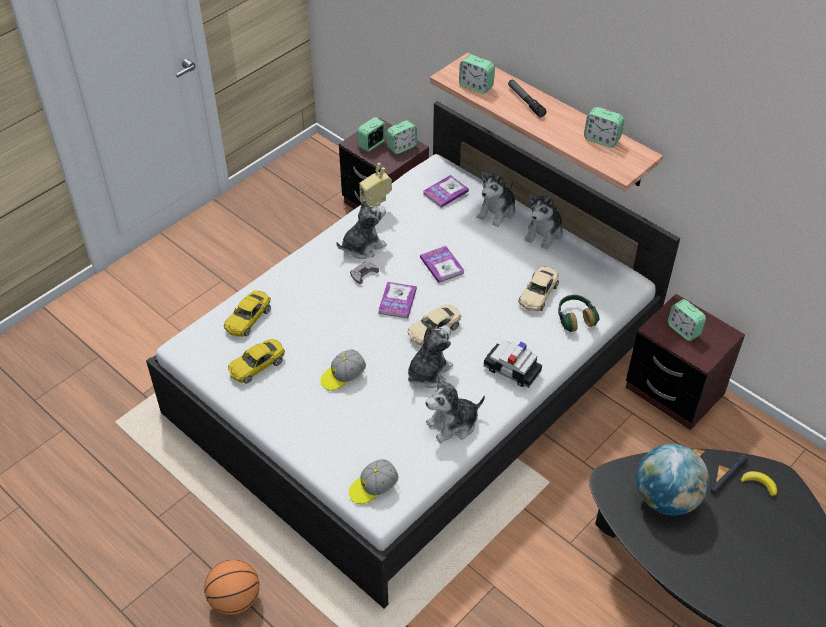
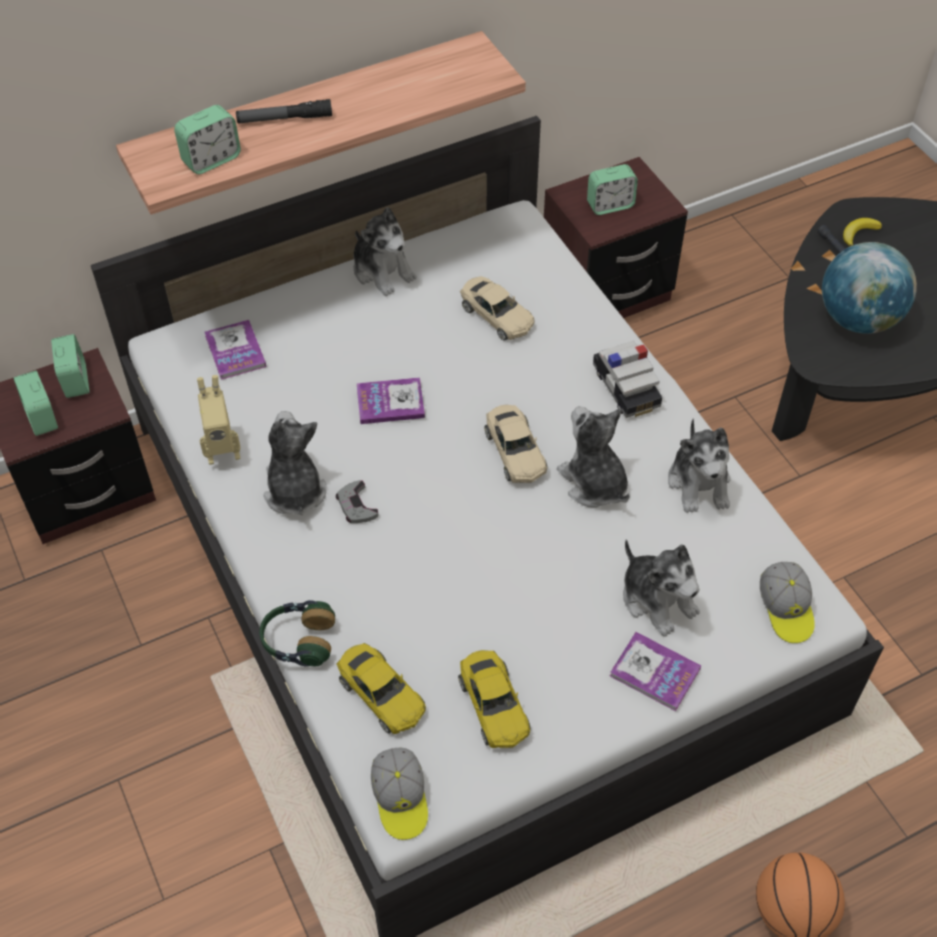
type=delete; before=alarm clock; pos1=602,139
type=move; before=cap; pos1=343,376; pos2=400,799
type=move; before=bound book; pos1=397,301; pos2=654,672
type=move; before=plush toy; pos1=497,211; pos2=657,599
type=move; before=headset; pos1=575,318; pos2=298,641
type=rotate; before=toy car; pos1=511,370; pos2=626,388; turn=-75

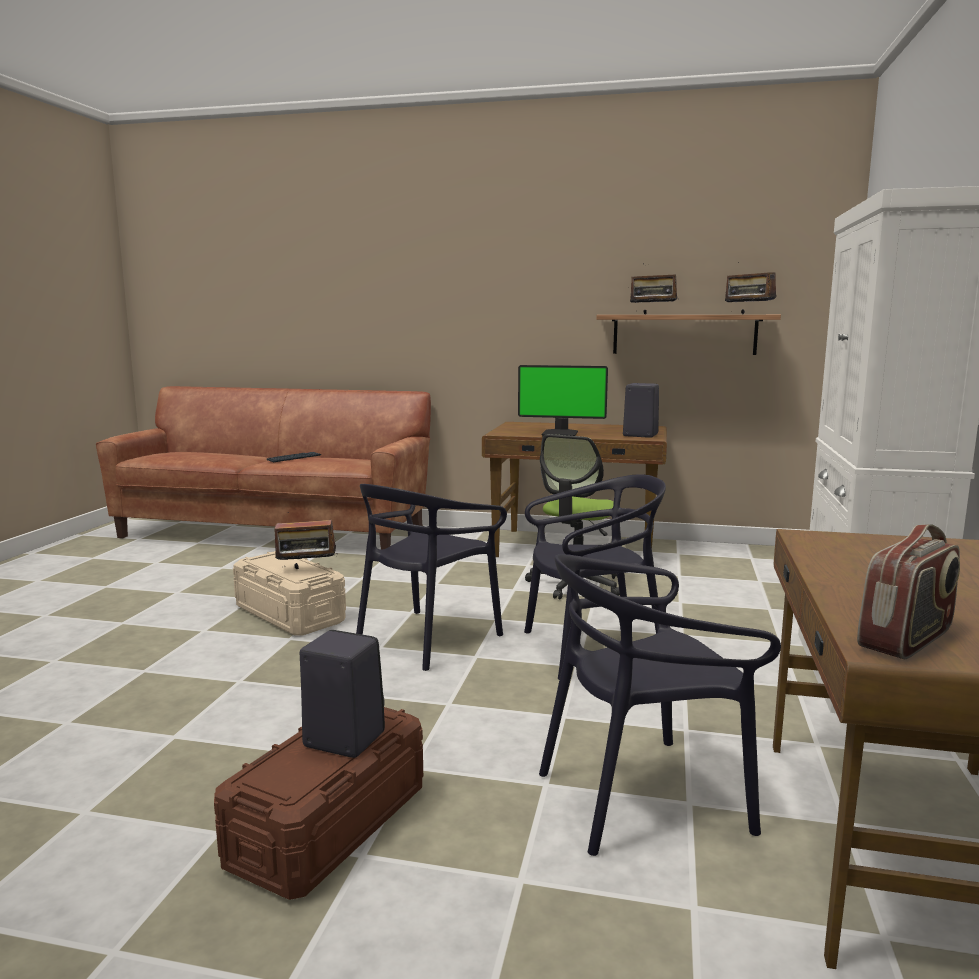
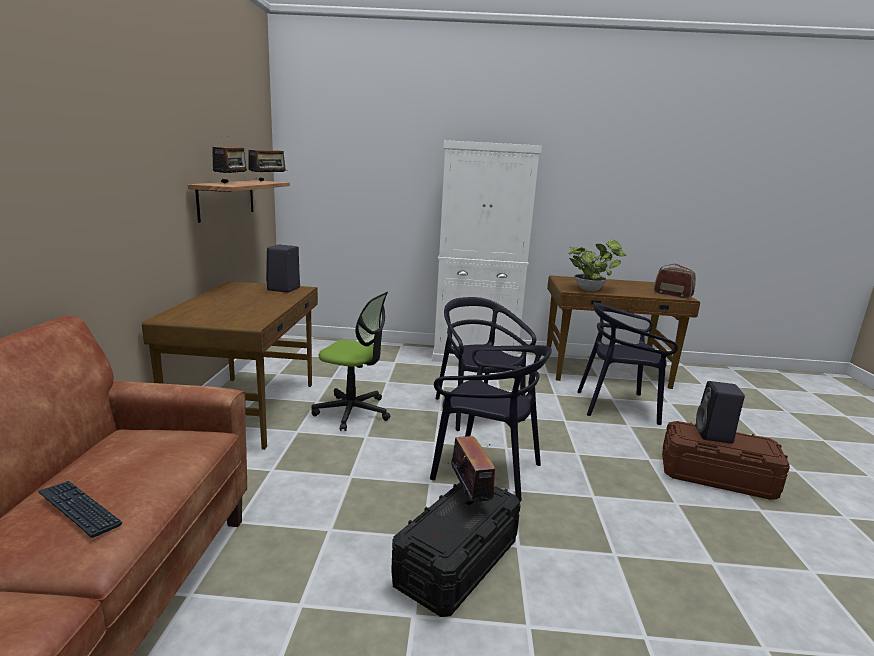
type=delete; before=monitor; pos1=560,434
type=insert; after=houseplant; pos2=591,289
type=recolor; before=beige-coloured storage container; after=black storage container; pos1=290,614; pos2=456,562
type=rotate; before=black plain chair; pos1=642,797; pos2=617,406; turn=120

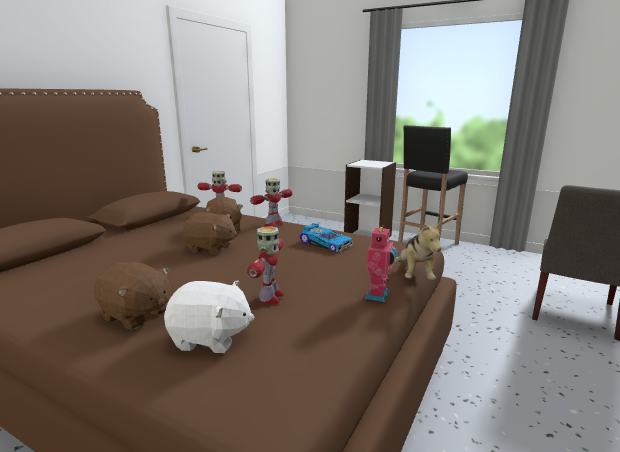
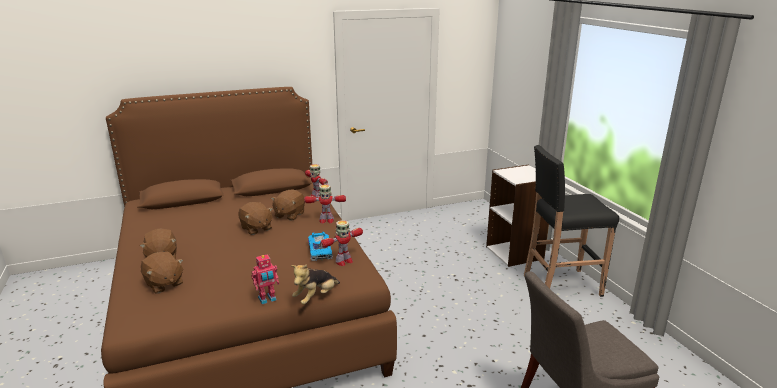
type=move; before=toy robot; pos1=270,297; pos2=343,261
type=recolor; before=white-coloured plush toy; after=brownish plush toy; pos1=210,338; pos2=164,284

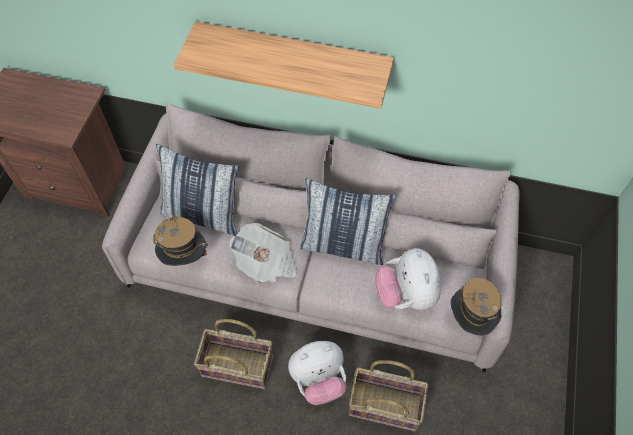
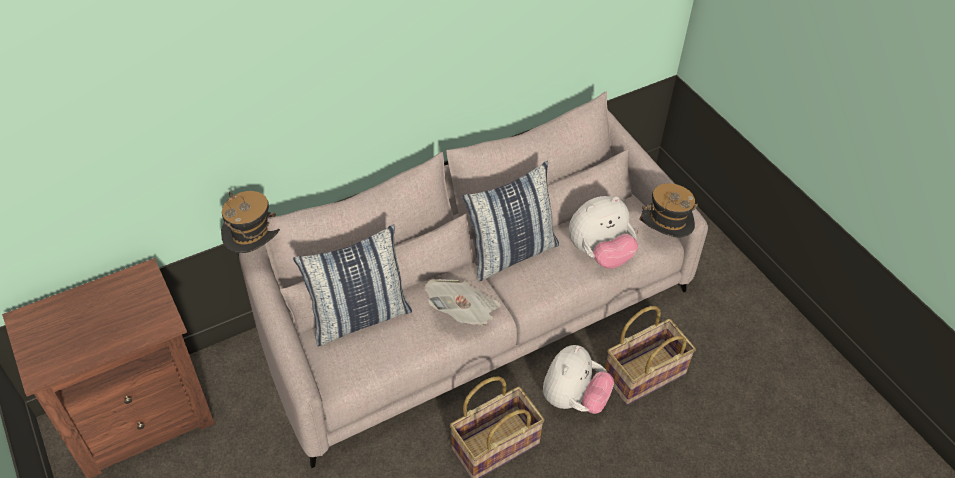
type=delete; before=wall shelf; pos1=293,58
type=move; before=clothing hat; pos1=185,258; pos2=255,250
type=rotate; before=plush toy; pos1=406,294; pos2=599,253; turn=-60

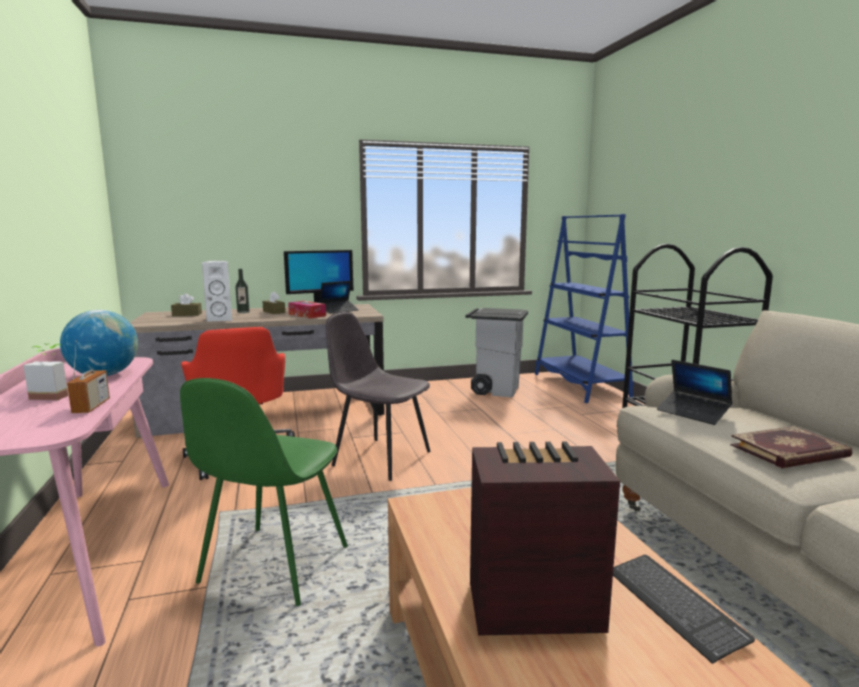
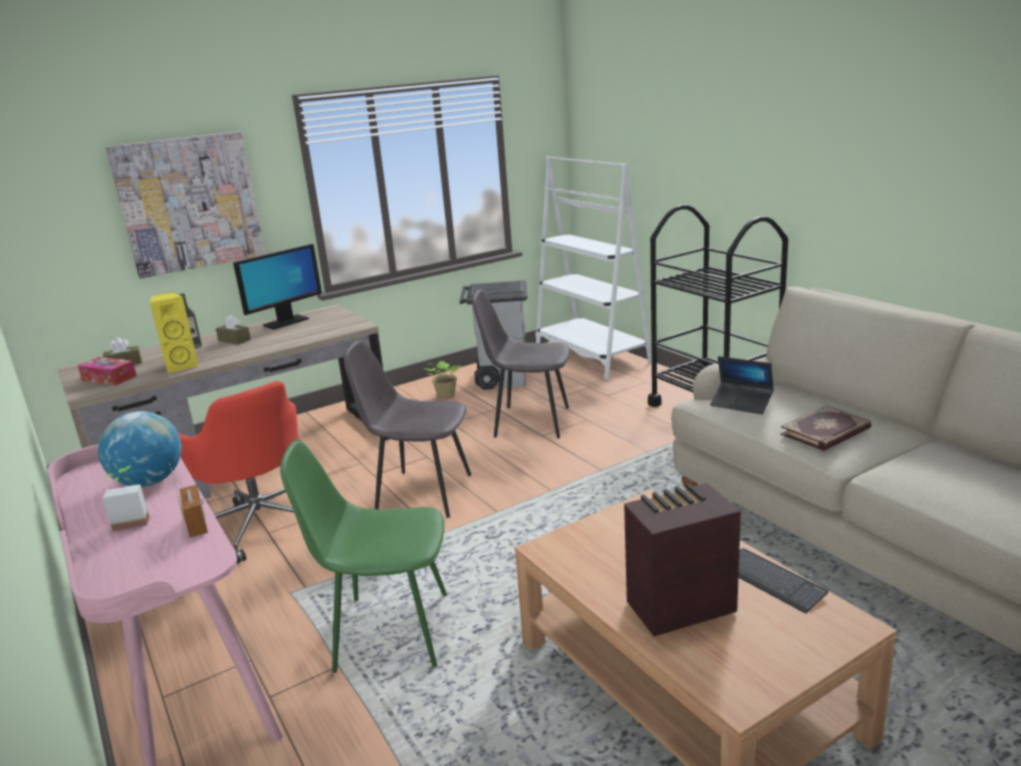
type=delete; before=notebook computer; pos1=339,310
type=insert; after=picture; pos2=189,203
type=insert; after=houseplant; pos2=445,396
type=insert; after=grey plain chair; pos2=529,422
type=move; before=tissue box; pos1=307,315; pos2=109,378
type=recolor; before=white-coloured loudspeaker; after=yellow loudspeaker; pos1=221,319; pos2=181,366
type=recolor; before=blue-coloured shelving unit; after=white-coloured shelving unit; pos1=580,385; pos2=591,355
type=rotate; before=green-coloured plain chair; pos1=273,566; pos2=388,631; turn=90

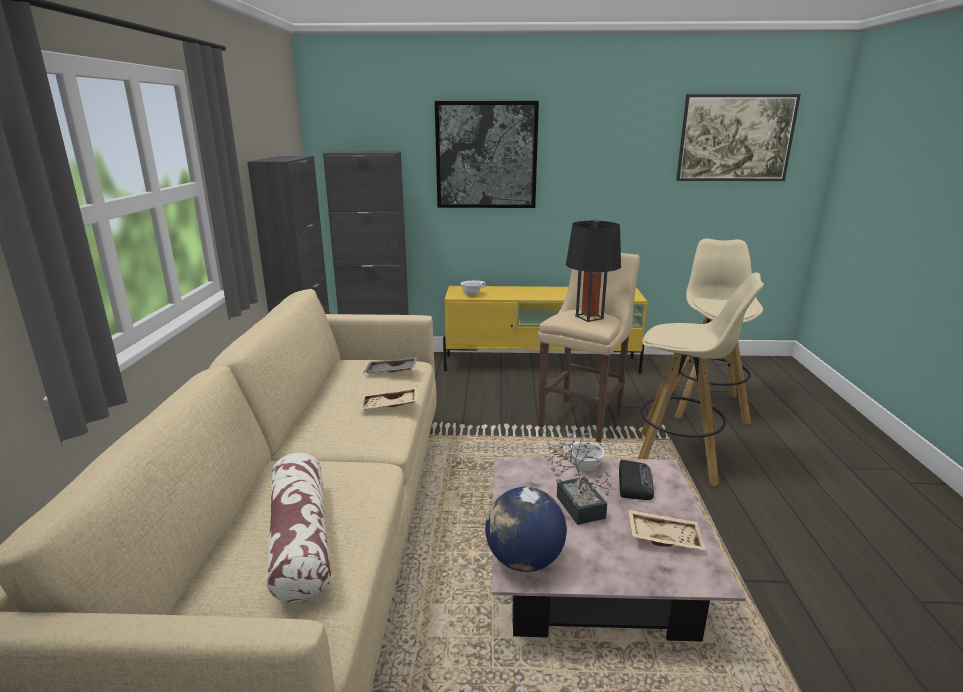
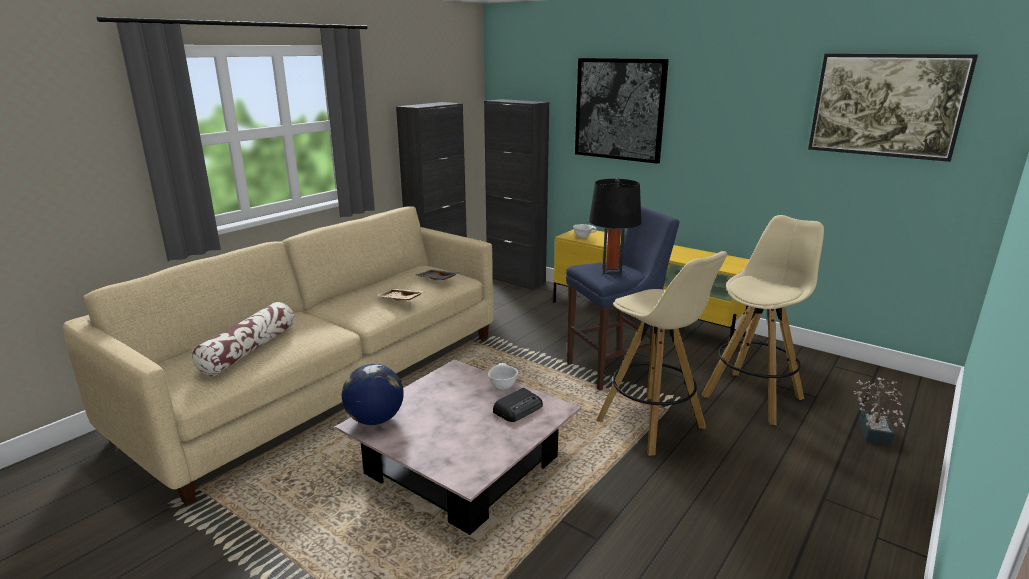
type=delete; before=beige-coloured serving tray; pos1=664,537
type=move; before=houseplant; pos1=578,503; pos2=874,430
type=recolor; before=beige-coloured stool; after=blue-coloured stool; pos1=583,418; pos2=614,369

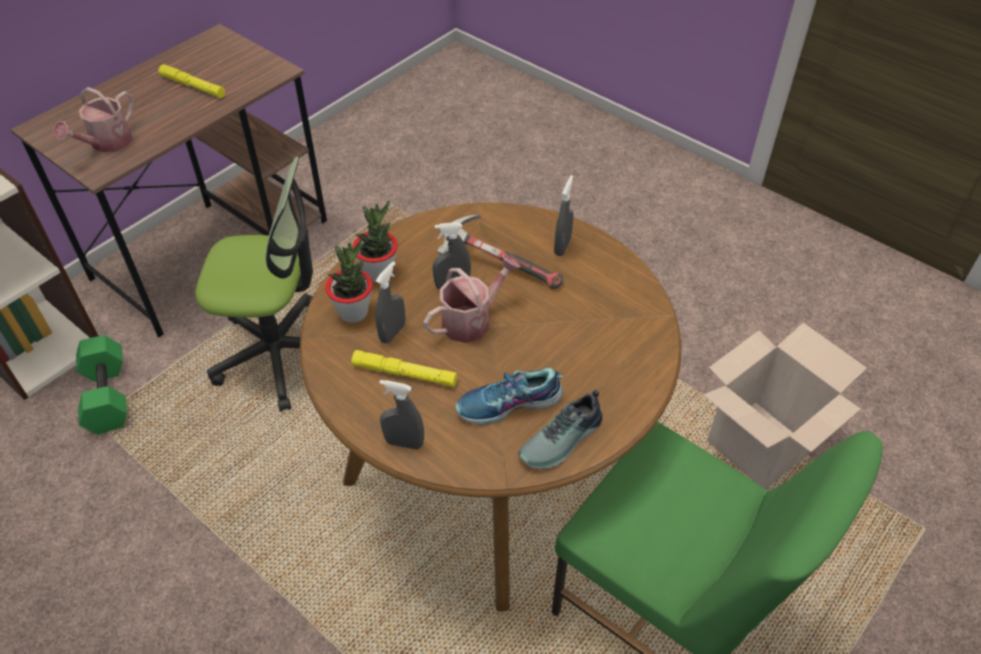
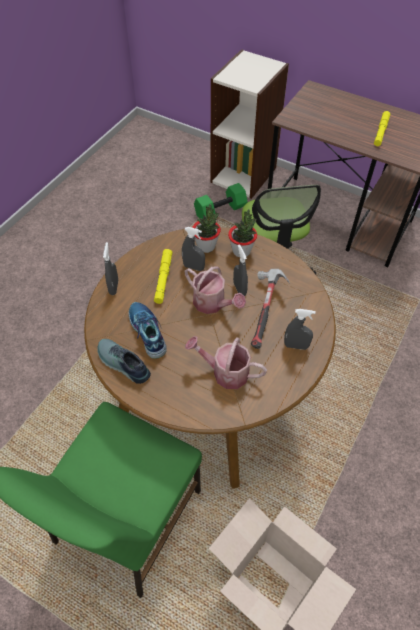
type=move; before=watering pot; pos1=107,143; pos2=225,372

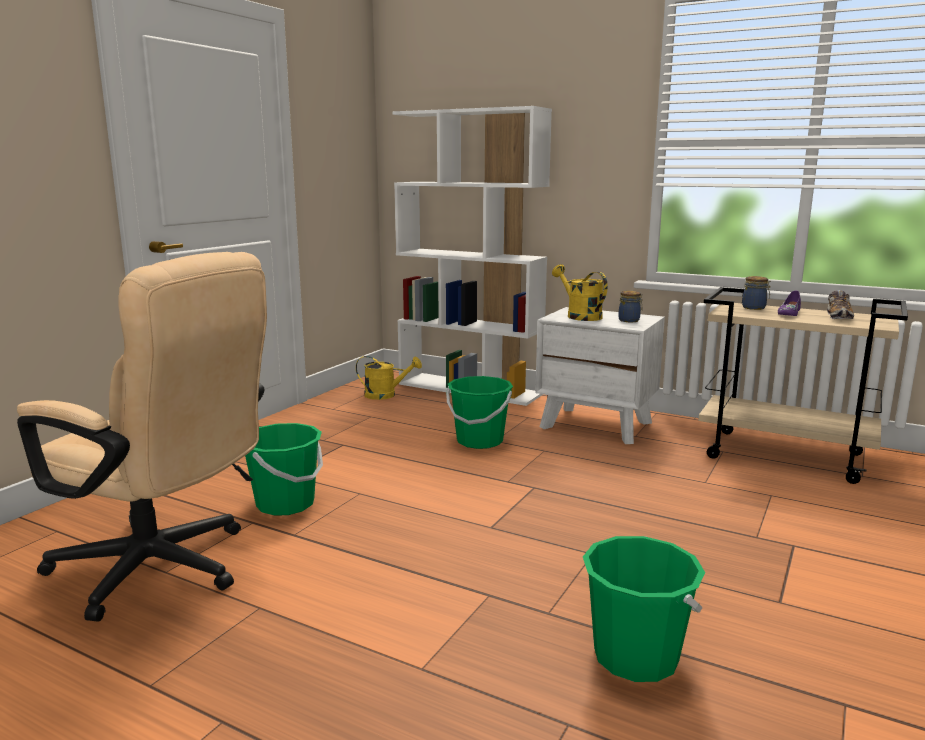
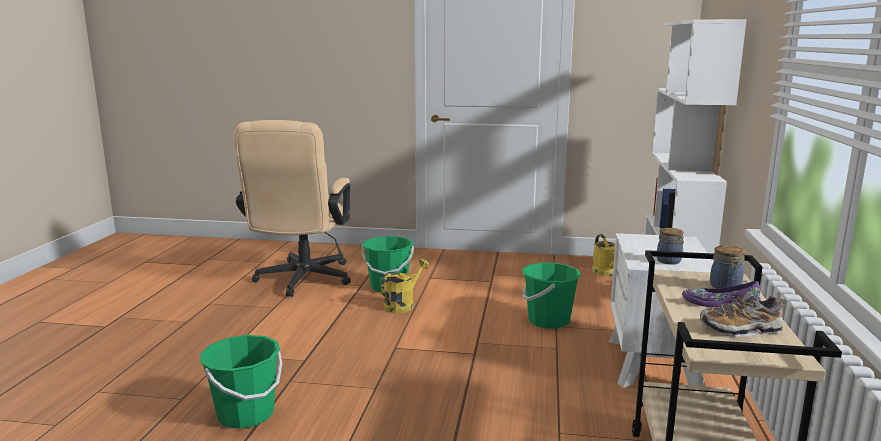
type=move; before=yellow watering pot; pos1=579,316; pos2=402,305

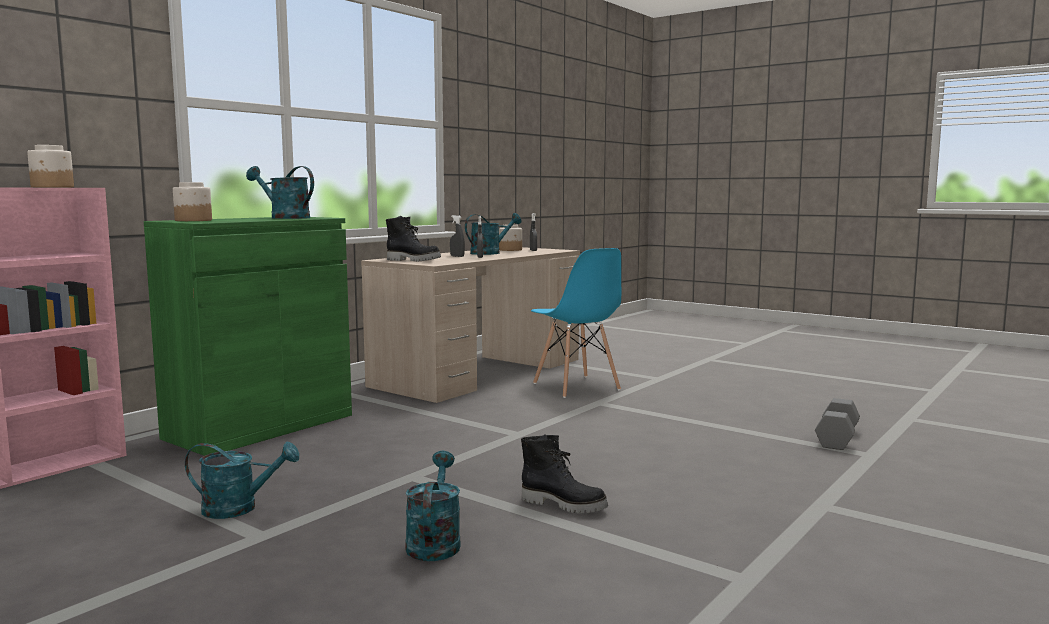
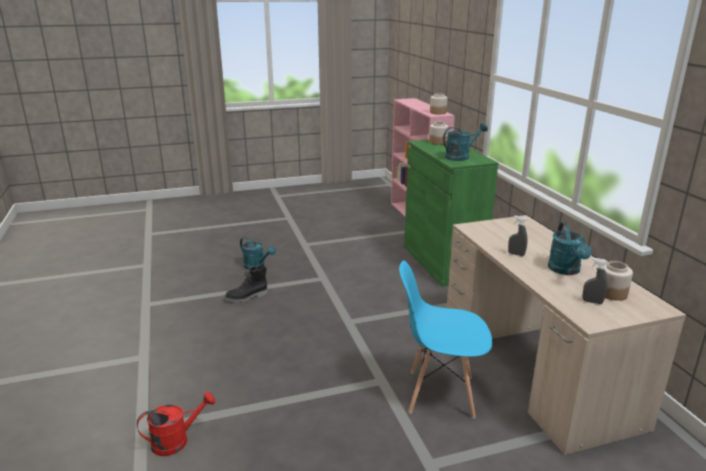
type=delete; before=blue-green watering pot; pos1=239,508
type=delete; before=black tall boot; pos1=414,260
type=delete; before=grey sprayer; pos1=457,256
type=replace; before=grey hand weight; after=red-coloured watering pot; pos1=838,439; pos2=177,440

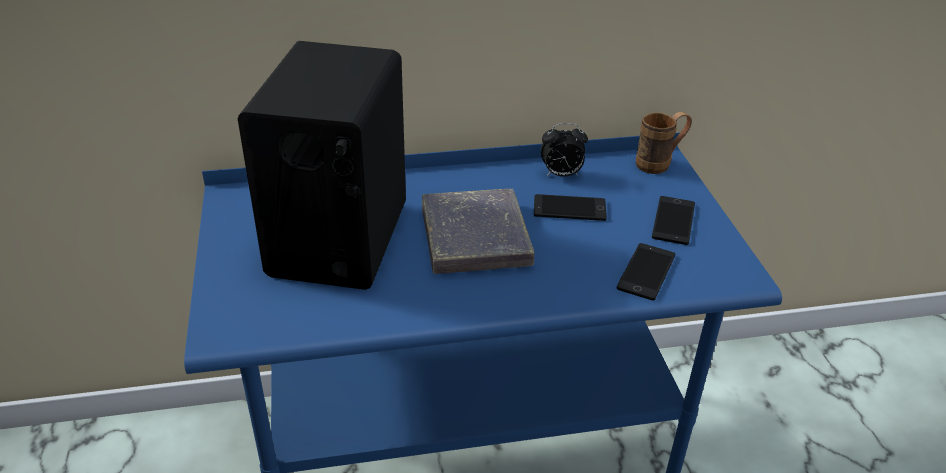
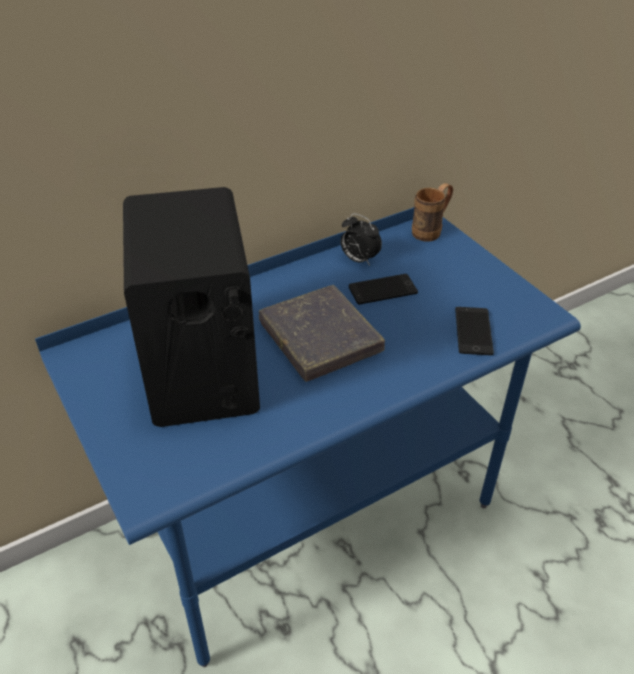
type=delete; before=telephone; pos1=673,221
type=rotate; before=alarm clock; pos1=561,174; pos2=358,260; turn=60

